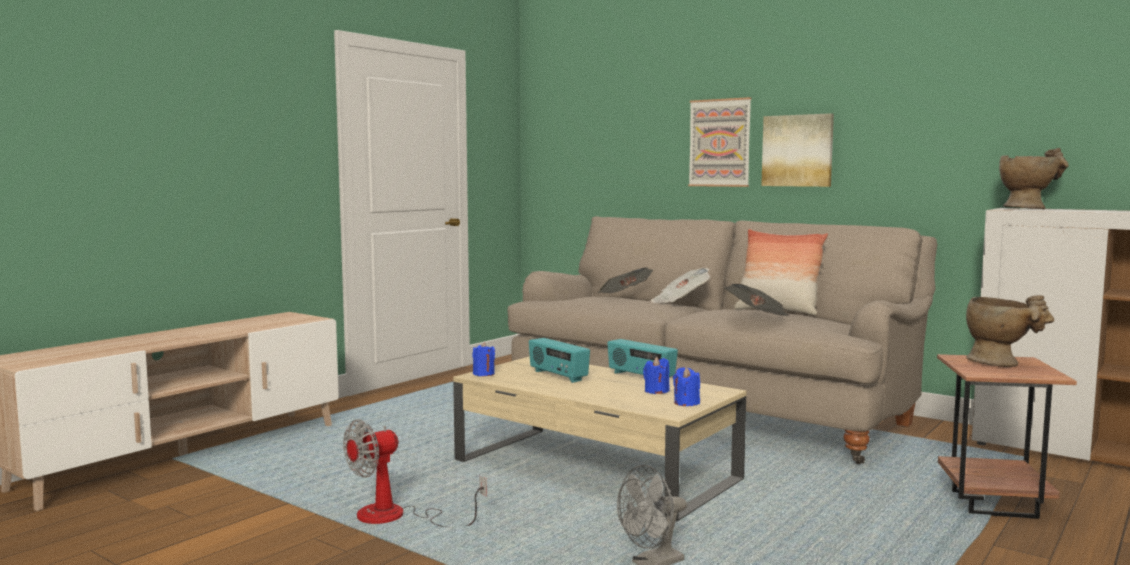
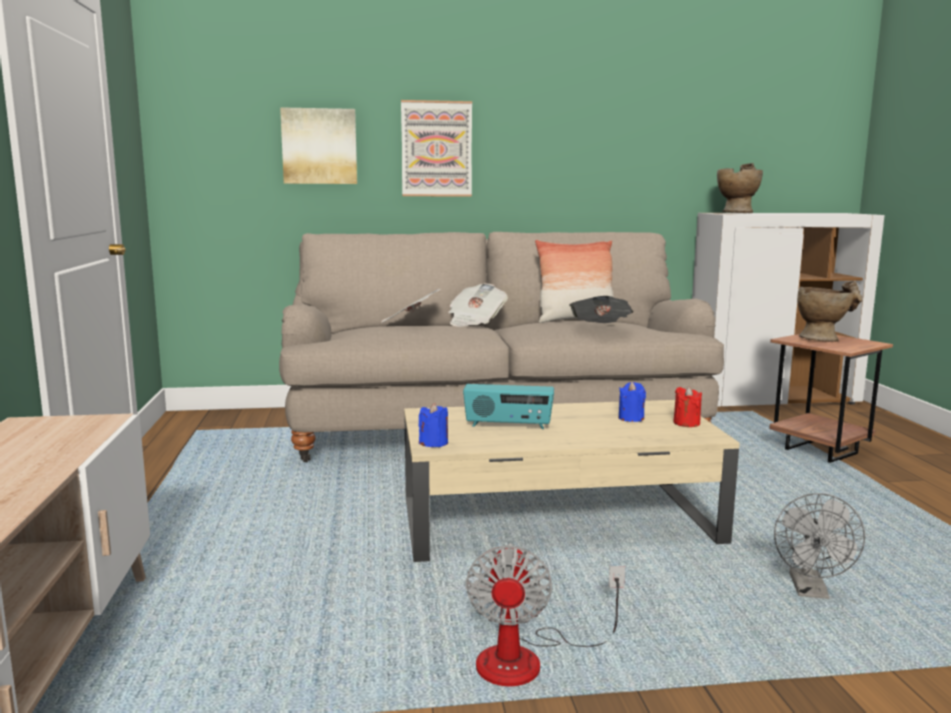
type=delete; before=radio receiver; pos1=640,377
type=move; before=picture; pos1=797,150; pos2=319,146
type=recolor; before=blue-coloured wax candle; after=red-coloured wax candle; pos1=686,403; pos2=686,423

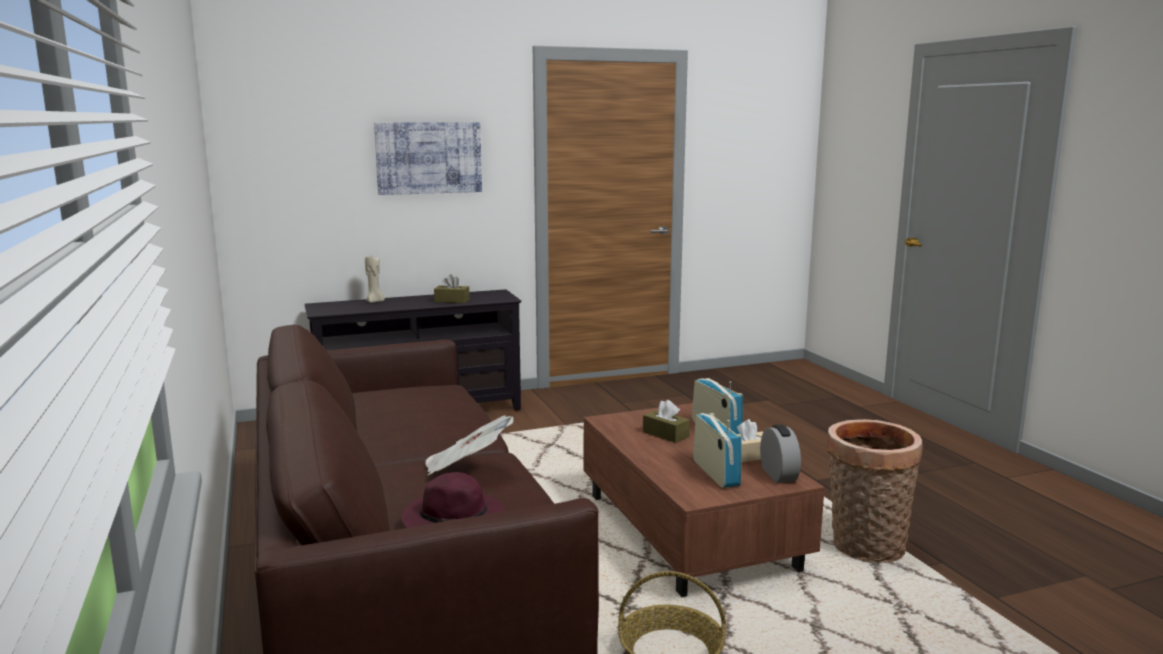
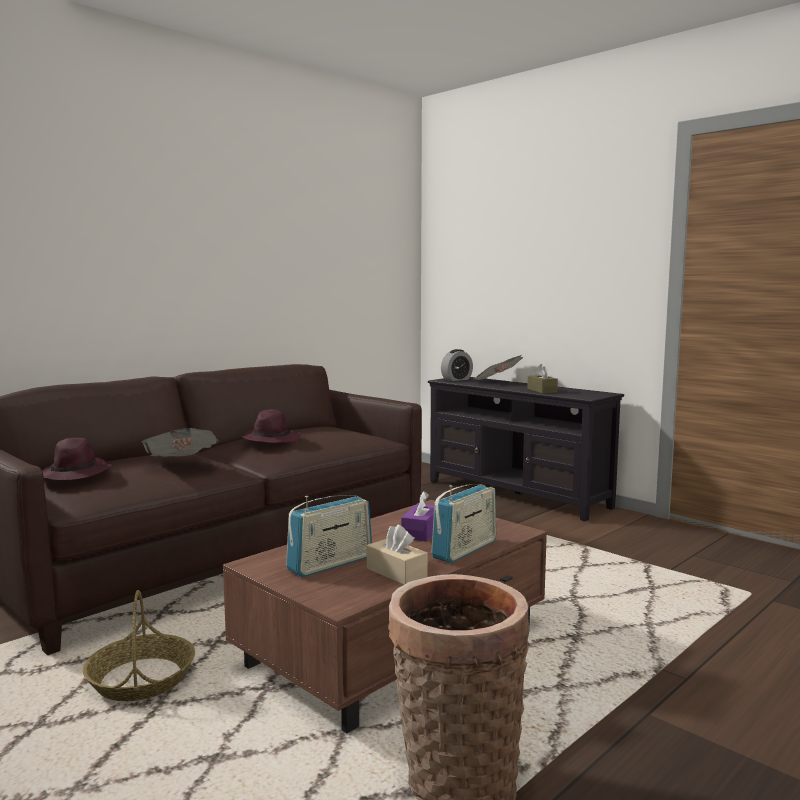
type=delete; before=picture; pos1=429,158
type=insert; after=purple-coloured clothing hat; pos2=270,440
type=move; before=alarm clock; pos1=778,475; pos2=456,379
type=replace; before=beige-coloured wax candle; after=newspaper; pos1=375,302; pos2=497,382
type=recolor; before=brownish tissue box; after=purple-coloured tissue box; pos1=665,434; pos2=421,532

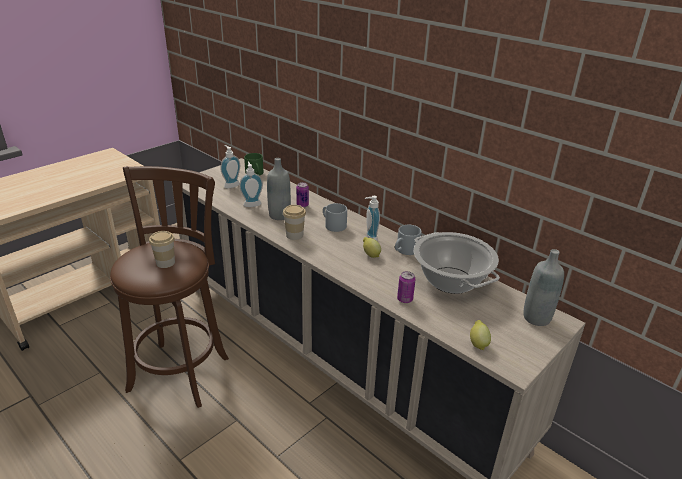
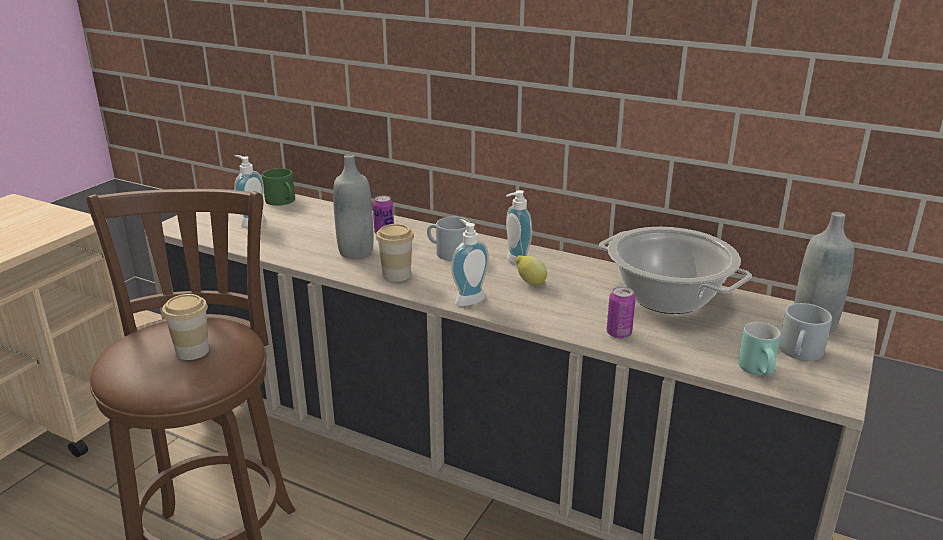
type=move; before=soap dispenser; pos1=252,204; pos2=468,299
type=move; before=grey coffee mug; pos1=405,250; pos2=800,353
type=replace; before=lemon; after=blue-green coffee mug; pos1=478,343; pos2=760,372

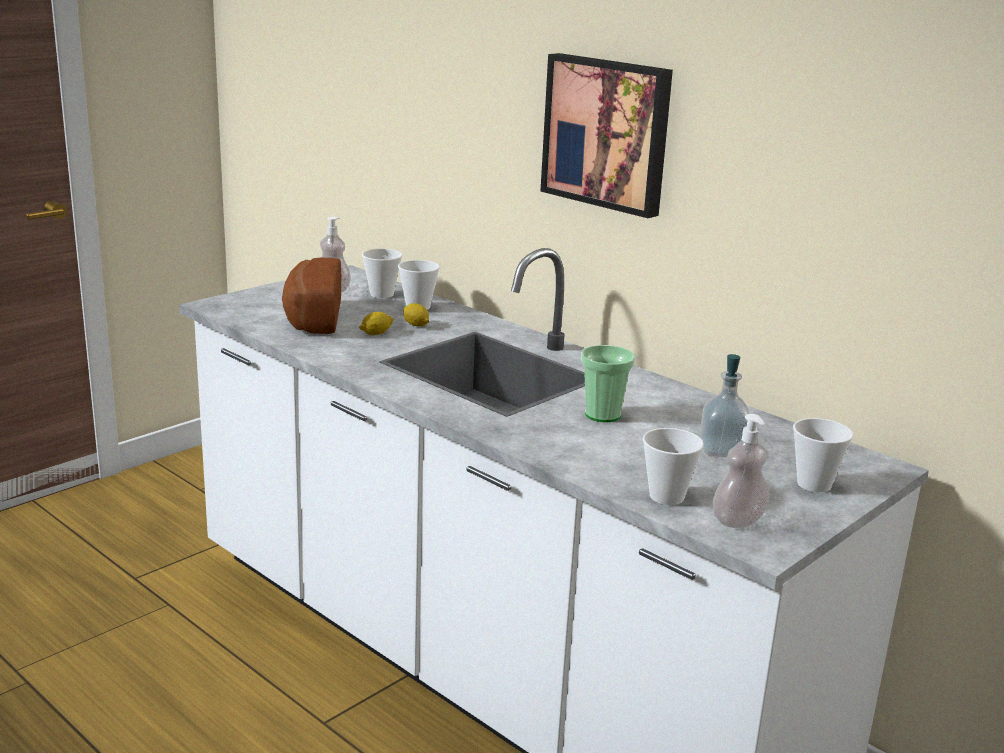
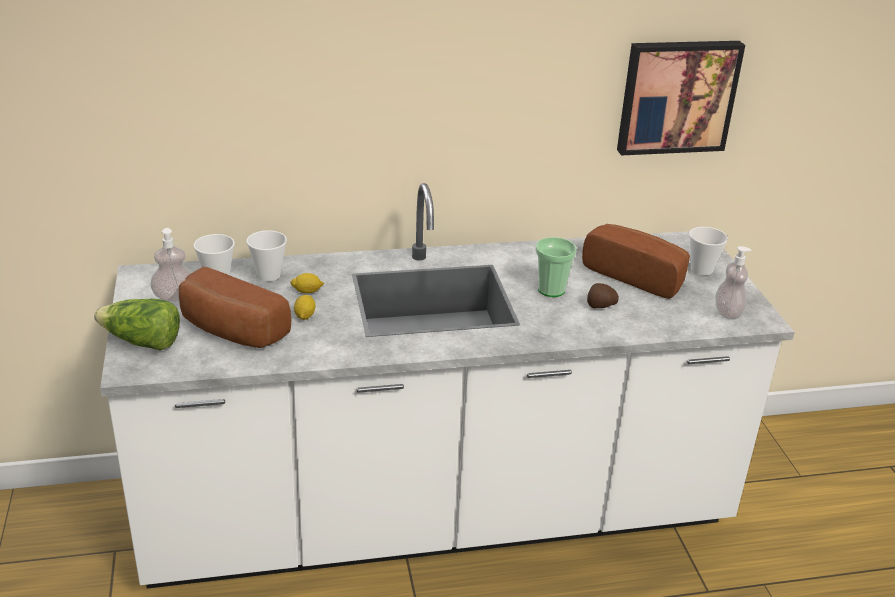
type=delete; before=drinking cup; pos1=667,496
type=insert; after=head of lettuce; pos2=142,342
type=insert; after=whole potato; pos2=600,306
type=move; before=picture; pos1=608,133; pos2=676,96
type=replace; before=soap dispenser; after=bread; pos1=721,450; pos2=636,275

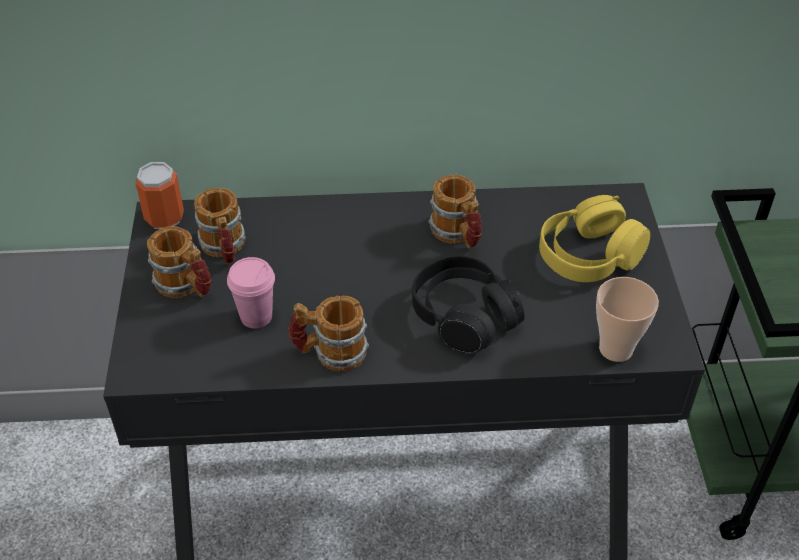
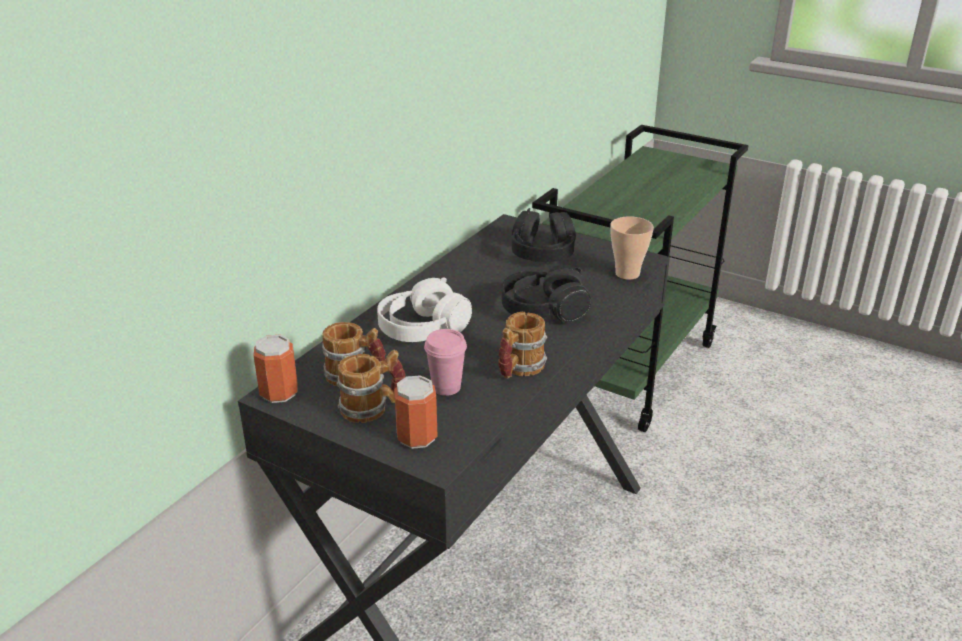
type=delete; before=coffee mug; pos1=458,235
type=insert; after=white-coloured headset; pos2=422,328
type=insert; after=metal can; pos2=417,437
type=recolor; before=yellow headset; after=black headset; pos1=589,256; pos2=542,252

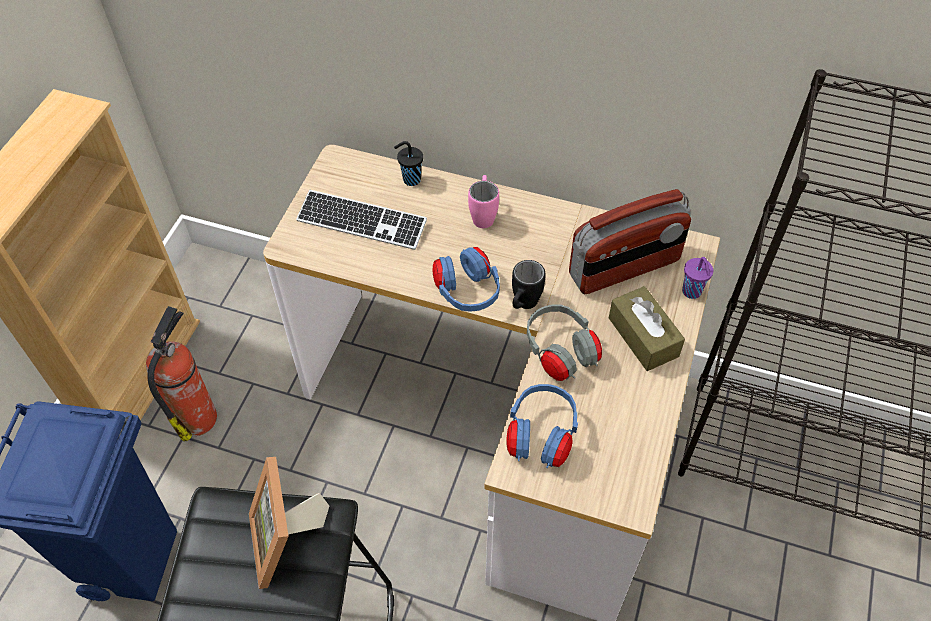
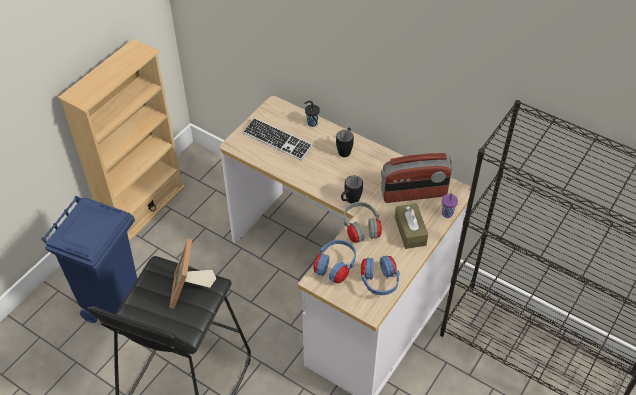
type=delete; before=fire-fighting cylinder; pos1=197,416
type=move; before=blue-coloured headset; pos1=467,292; pos2=379,282
type=recolor; before=pink-coloured coffee mug; after=black coffee mug; pos1=483,215; pos2=345,150

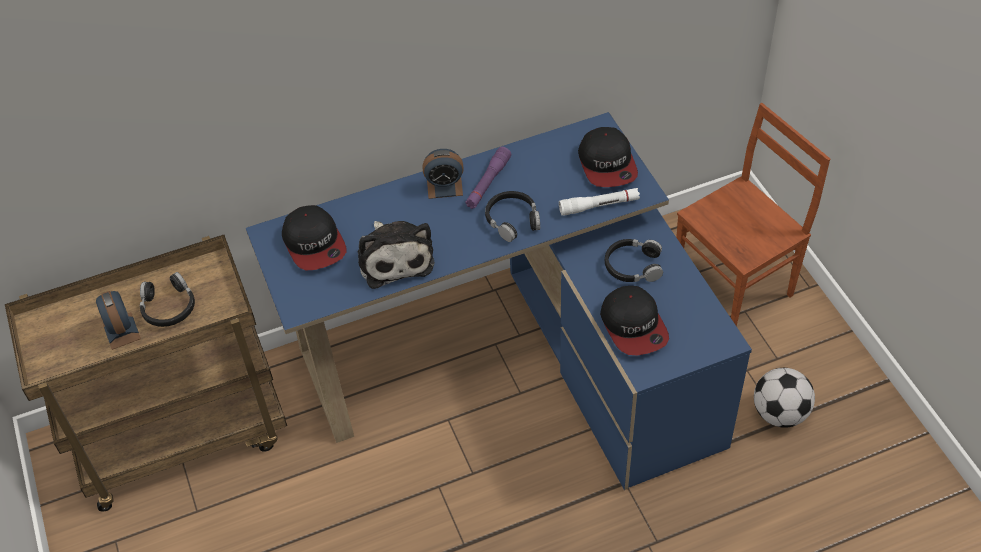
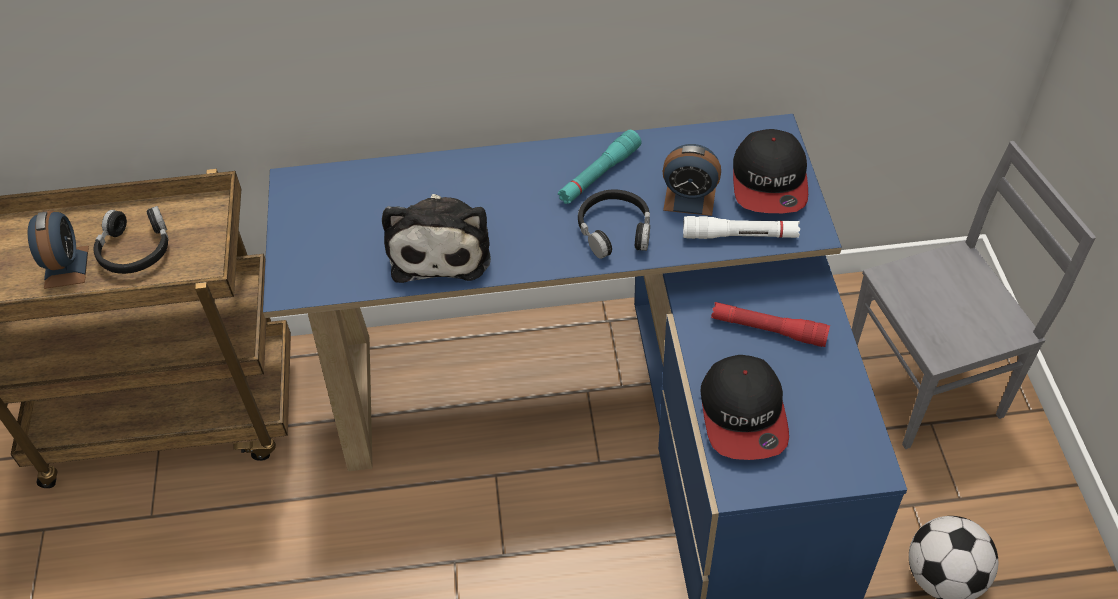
type=delete; before=cap; pos1=314,244
type=move; before=alarm clock; pos1=444,187; pos2=689,199
type=replace; before=black headset; after=red-coloured hand torch; pos1=633,266; pos2=768,329
type=recolor; before=purple-coloured hand torch; after=blue-green hand torch; pos1=488,183; pos2=599,174
type=recolor; before=brownish plain chair; after=grey plain chair; pos1=735,285; pos2=927,385

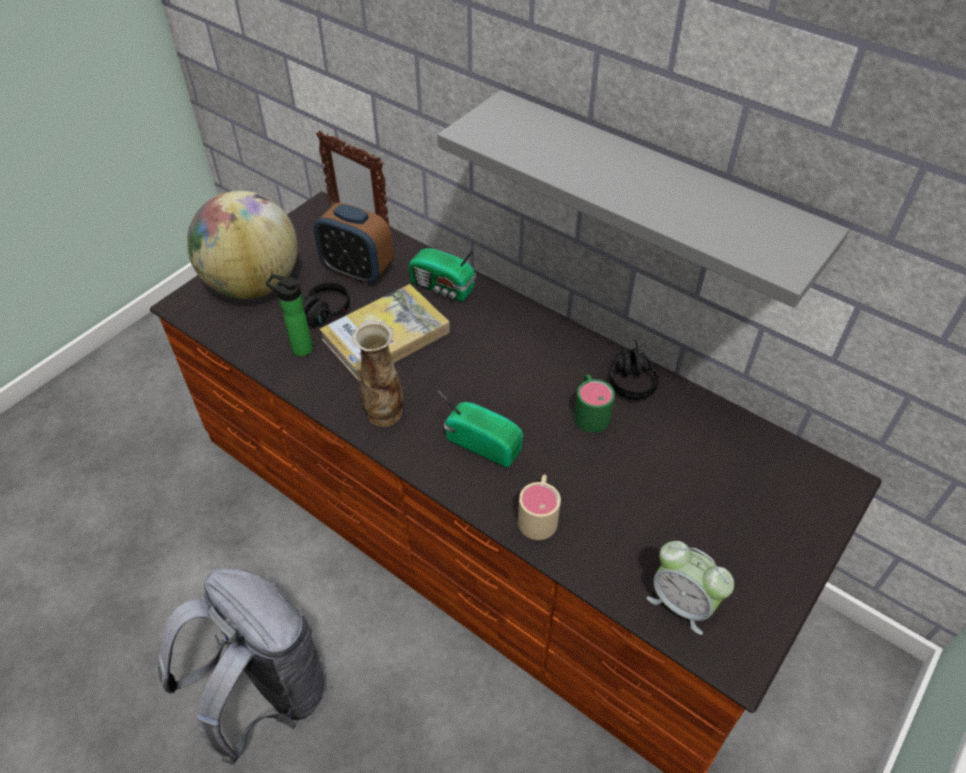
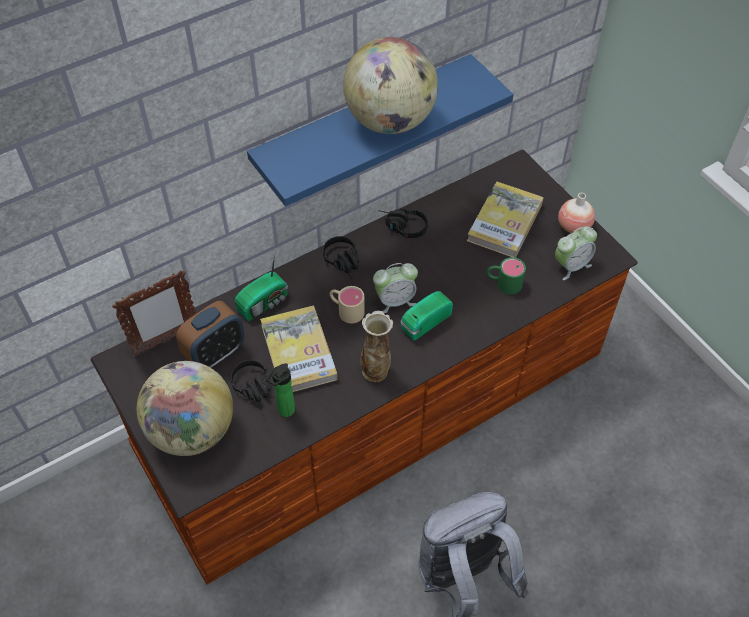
type=insert; after=black headset; pos2=345,263
type=insert; after=world globe; pos2=390,121
type=insert; after=alarm clock; pos2=395,301
type=insert; after=bound book; pos2=505,222
type=insert; after=vase; pos2=573,226
type=move; before=beige-coloured coffee mug; pos1=539,514; pos2=346,310
type=move; before=green-coloured coffee mug; pos1=590,411; pos2=503,283
type=recolor; before=grey wall shelf; after=blue-coloured wall shelf; pos1=651,196; pos2=363,126

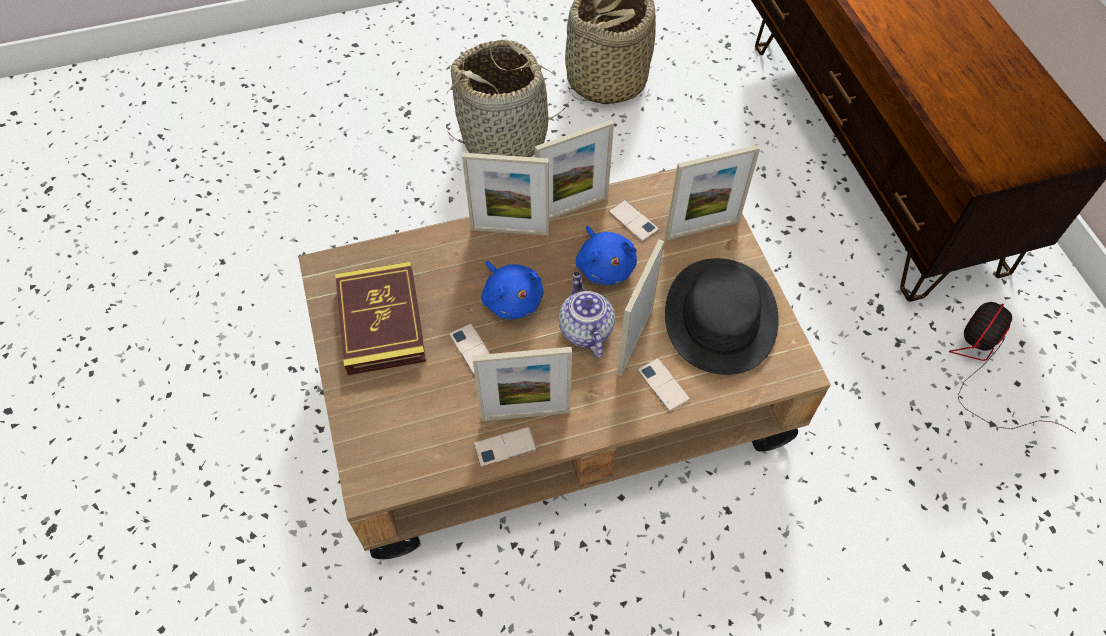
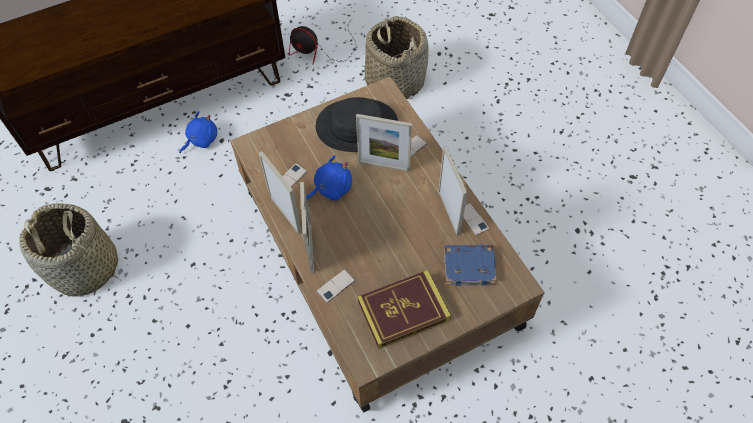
type=delete; before=pot for tea; pos1=585,329
type=delete; before=picture frame; pos1=702,229
type=insert; after=blue-coloured bound book; pos2=469,266
type=move; before=household basket; pos1=505,137; pos2=395,80
type=move; before=telephone; pos1=472,349; pos2=336,286
type=move; before=blue-coloured plush toy; pos1=512,299; pos2=201,140

